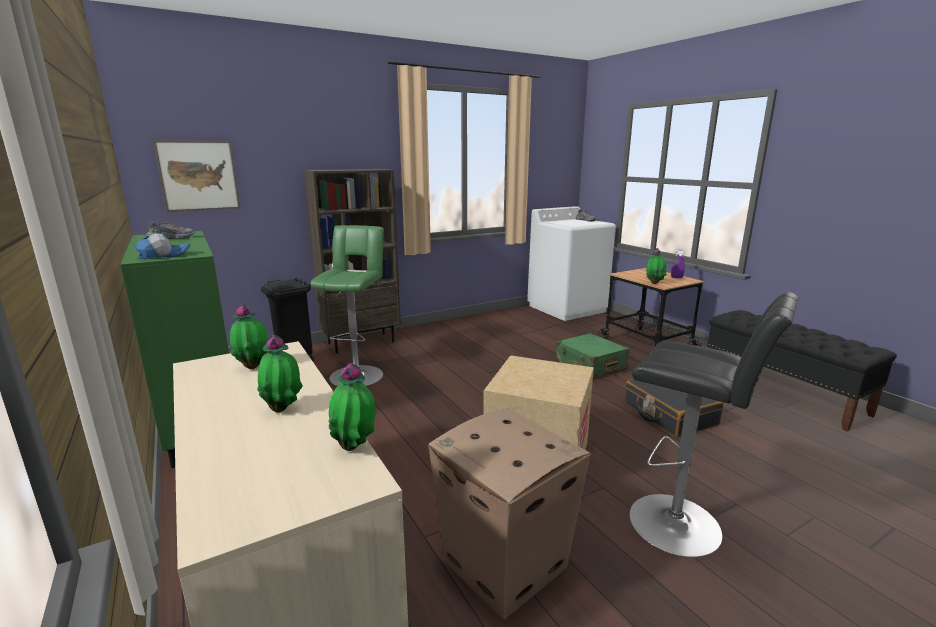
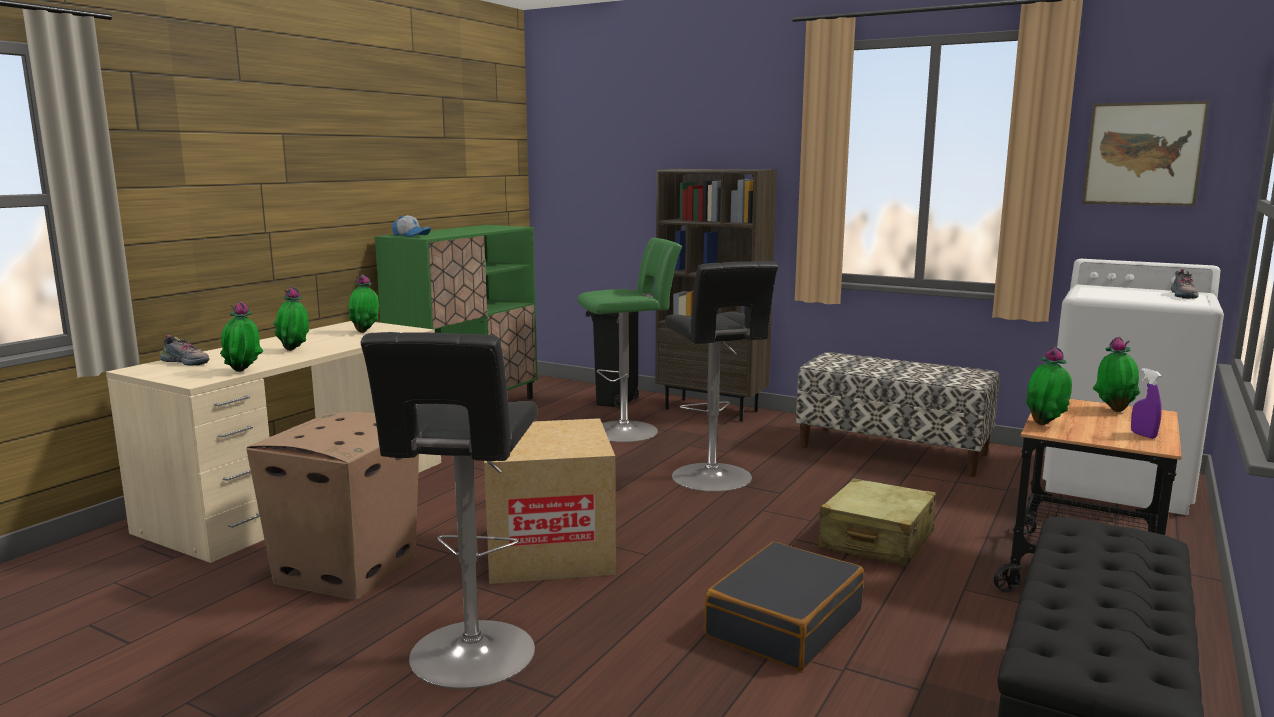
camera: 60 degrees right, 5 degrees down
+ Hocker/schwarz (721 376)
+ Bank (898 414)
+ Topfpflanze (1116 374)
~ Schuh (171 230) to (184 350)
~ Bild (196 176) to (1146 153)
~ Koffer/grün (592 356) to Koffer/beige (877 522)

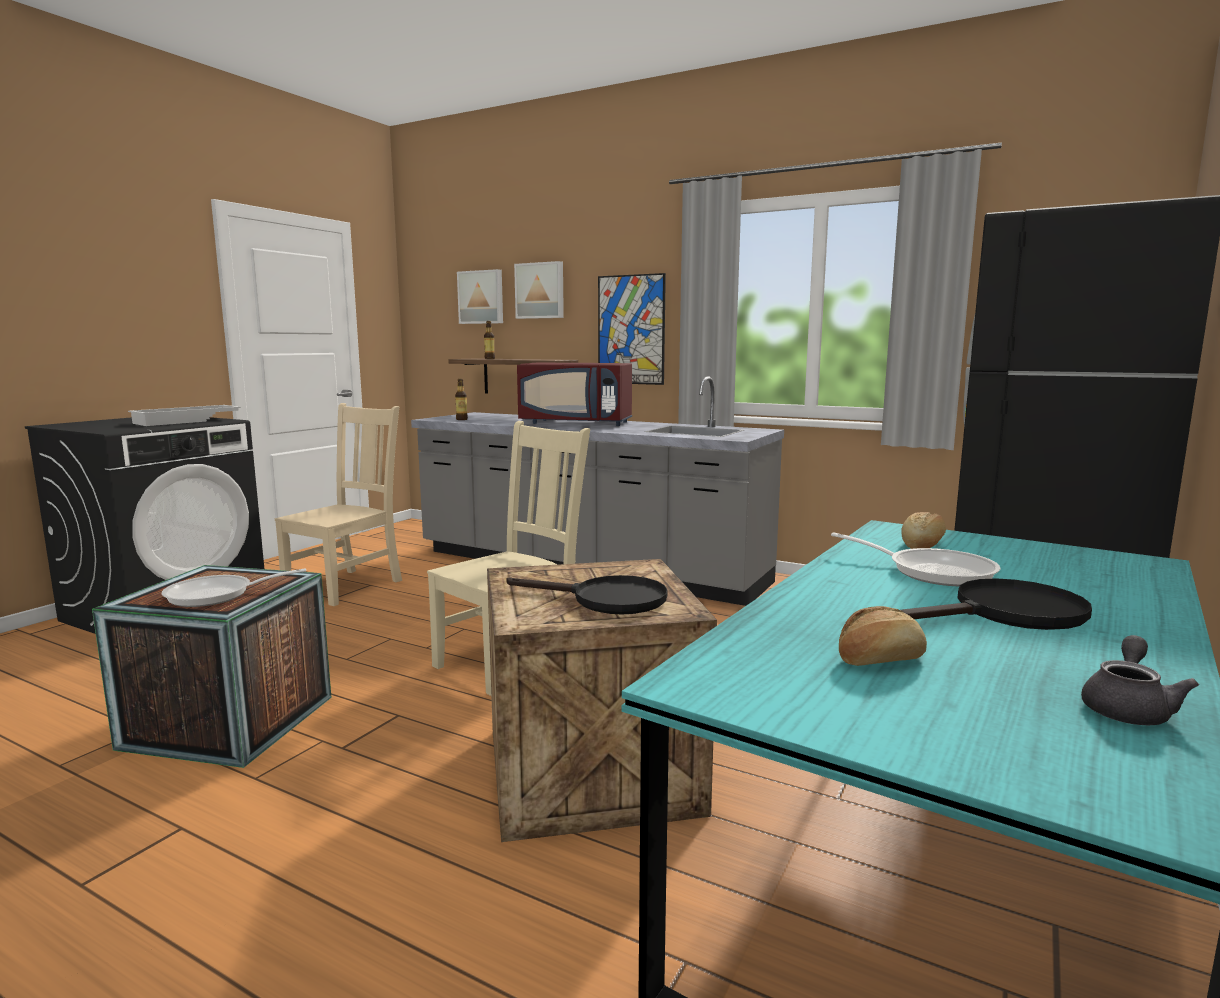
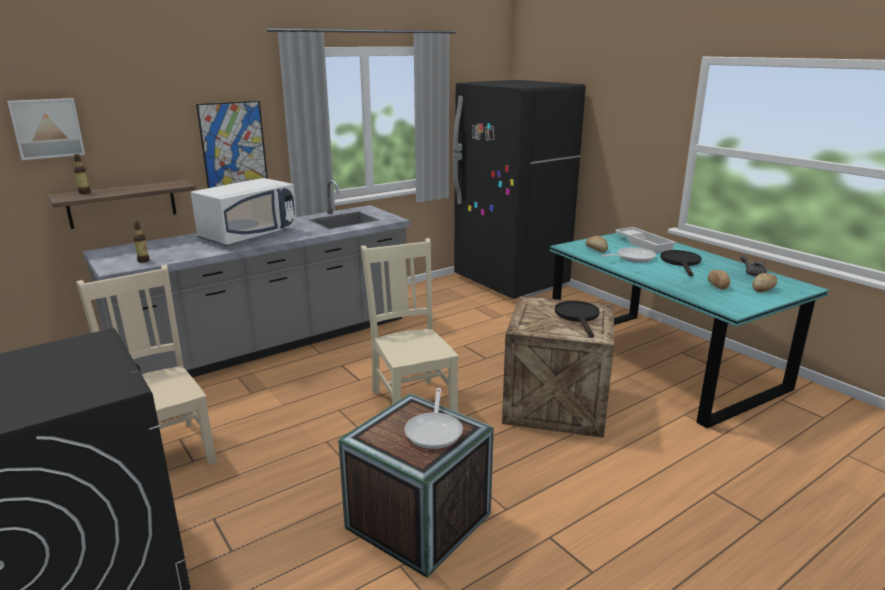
camera: 65 degrees left, 10 degrees up
- Bild (539 290)
+ Brot (764 282)
~ Tablett/weiß (184 415) to (645 240)
~ Mikrowelle/rot (574 394) to Mikrowelle/weiß (244 212)
~ Pfanne/schwarz (586 594) = (577 319) 45 degrees counterclockwise

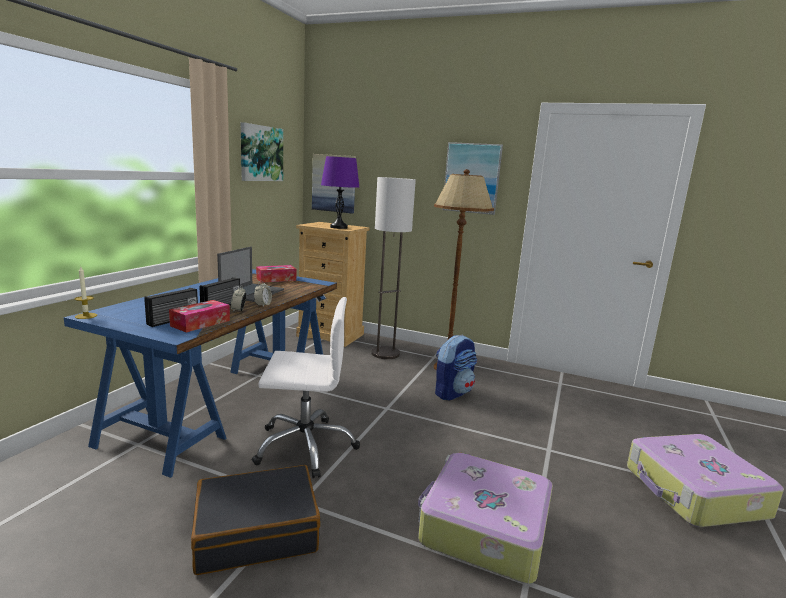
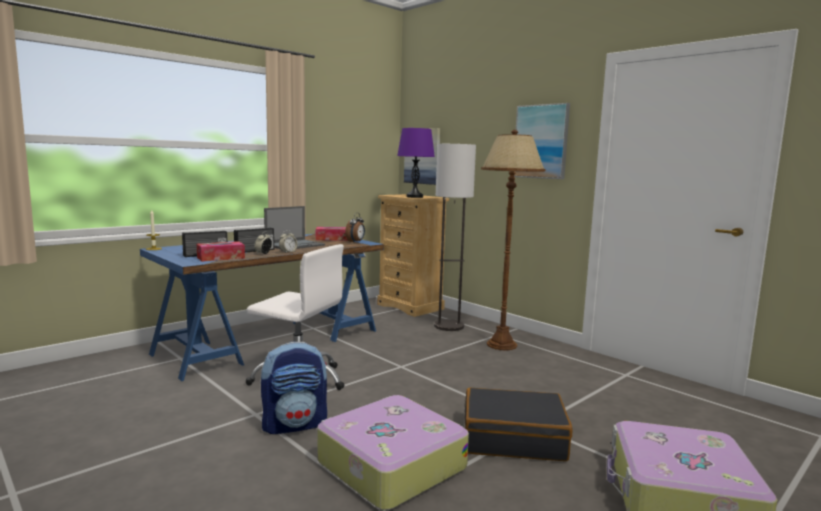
camera: 25 degrees right, 5 degrees down
- Bild (262 151)
+ Wecker (355 228)
~ Koffer/schwarz (255 520) to (519 424)
~ Rucksack (456 367) to (294 388)

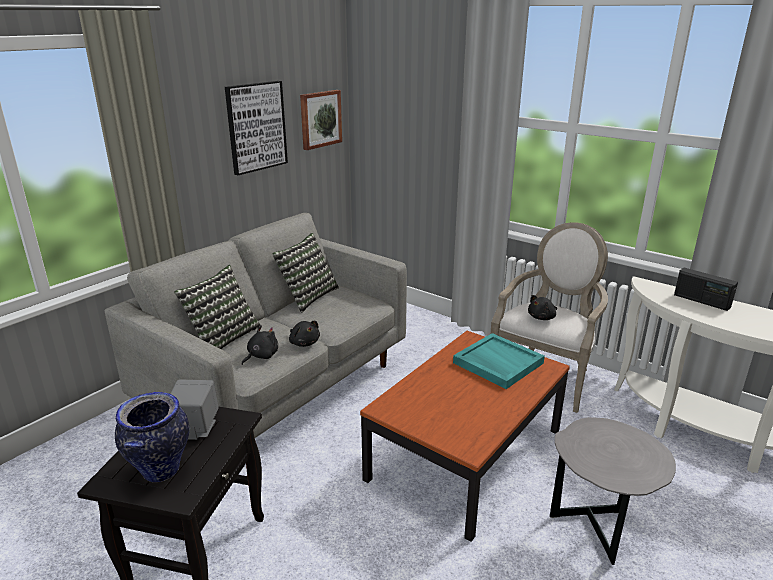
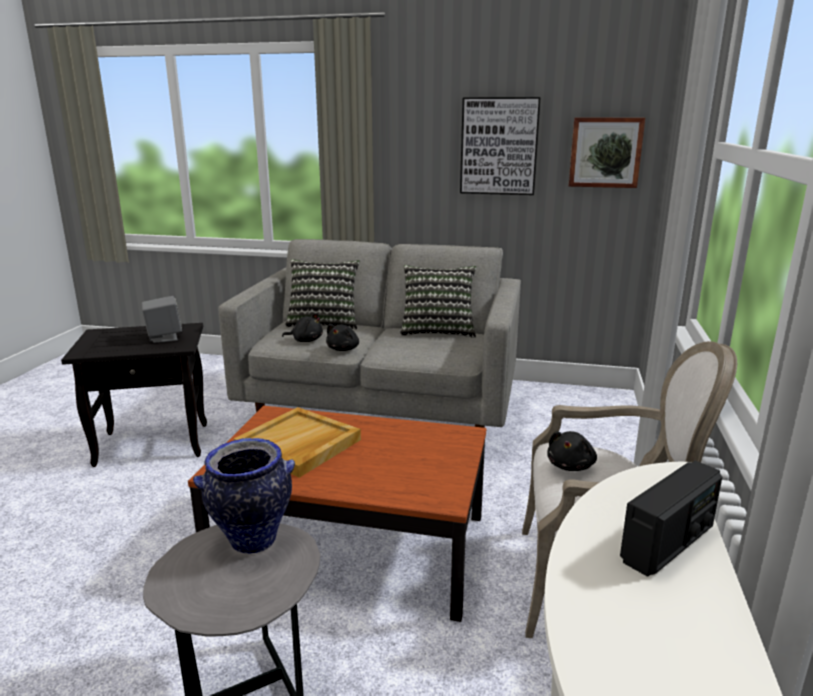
camera: 65 degrees right, 5 degrees down
- Tablett/türkis (499 361)
+ Tablett/beige (297 442)
~ Vase (152 437) to (244 496)
~ Plüschtier/schwarz (542 307) = (572 451) 90 degrees counterclockwise
~ Radio (706 289) = (671 519) 150 degrees counterclockwise

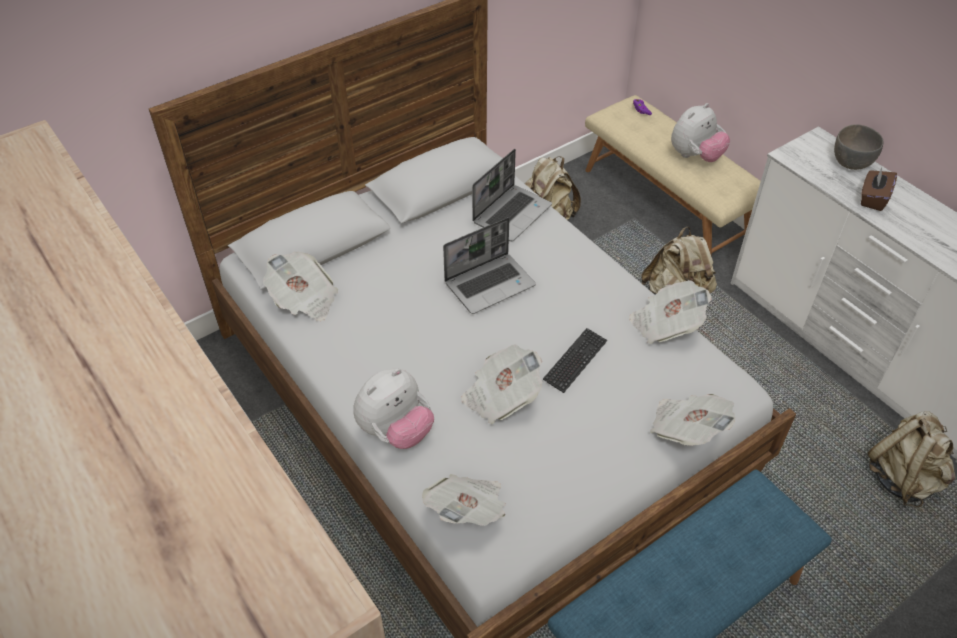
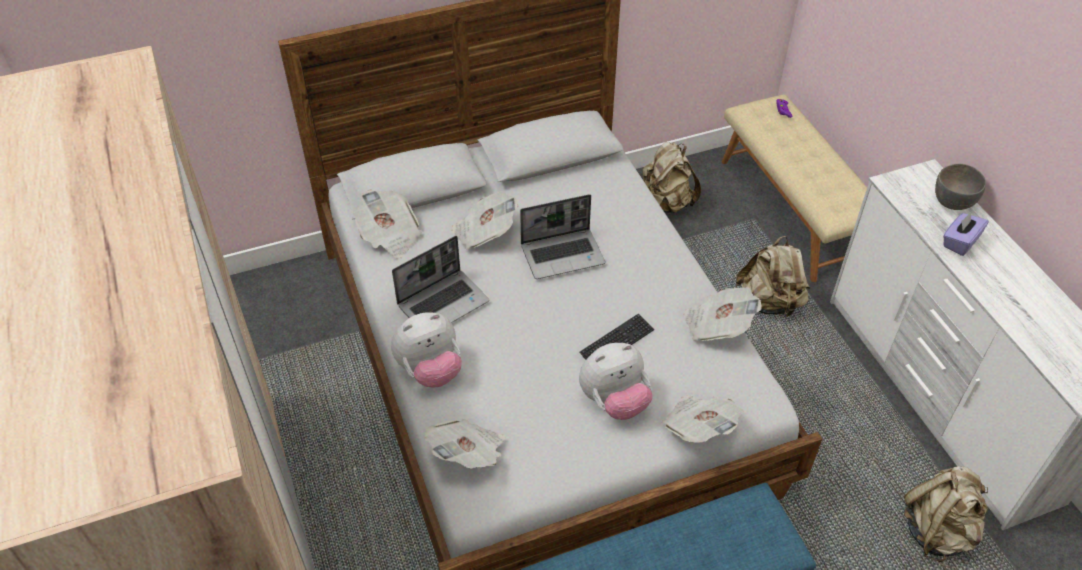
camera: 15 degrees right, 0 degrees up
~ Zeitung (502 384) to (484 220)
~ Laptop (512 195) to (440 279)
~ Plüschtier (700 132) to (615 381)
~ Taschentuchbox/braun (879 189) to Taschentuchbox/lila (966 234)

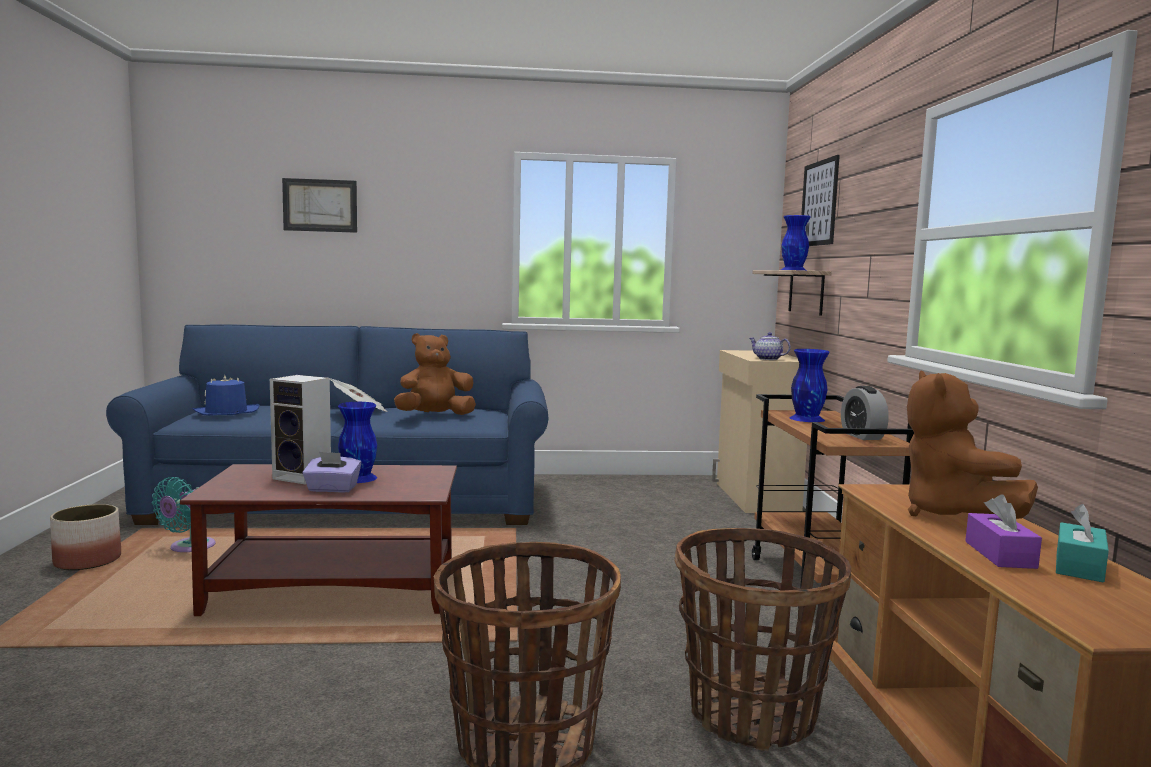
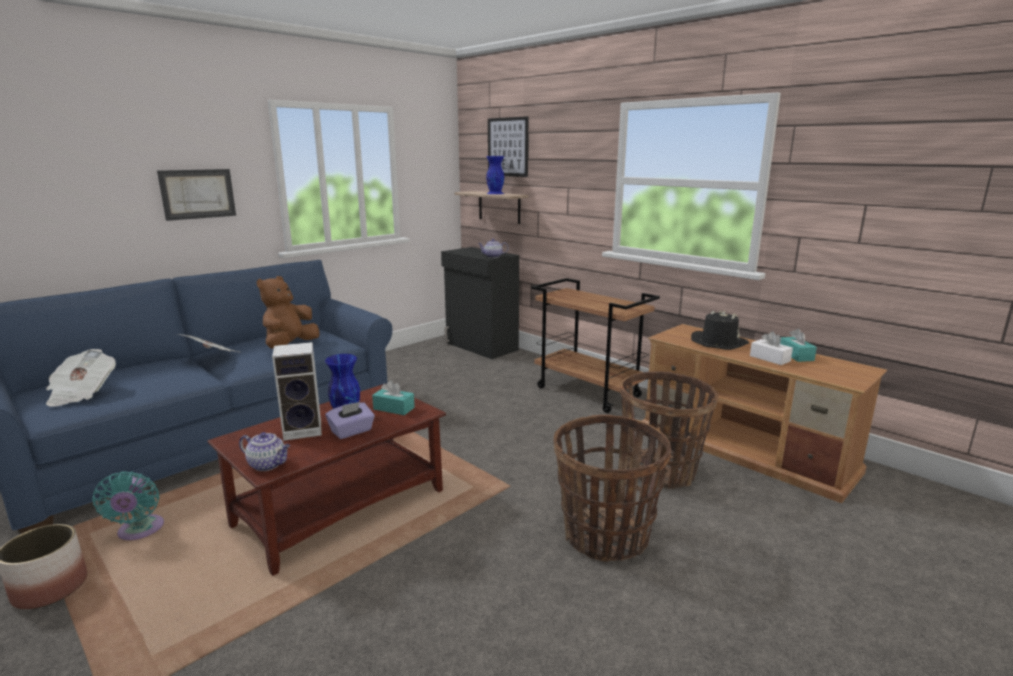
camera: 40 degrees left, 10 degrees up
- Vase/blau (810 385)
- Wecker (865 413)
+ Teekanne (264 451)
+ Taschentuchbox/türkis (393 397)
~ Bild (319 205) to (196 195)
~ Hut/blau (225 395) to Zeitung (81 378)
~ Plüschtier/braun (972 444) to Hut/schwarz (720 330)
~ Schrank/beige (759 431) to Schrank/schwarz (480 303)
~ Taschentuchbox/lila (1003 532) to Taschentuchbox/weiß (771 348)

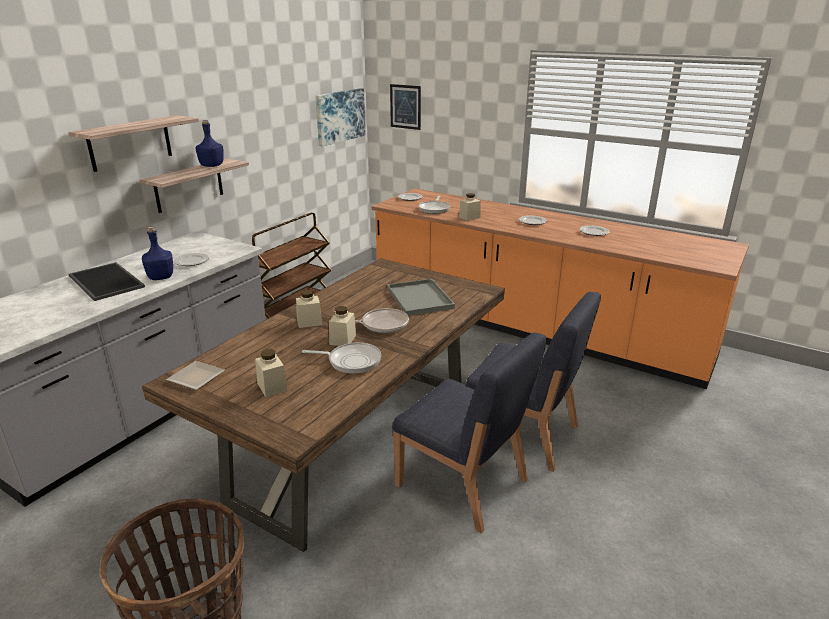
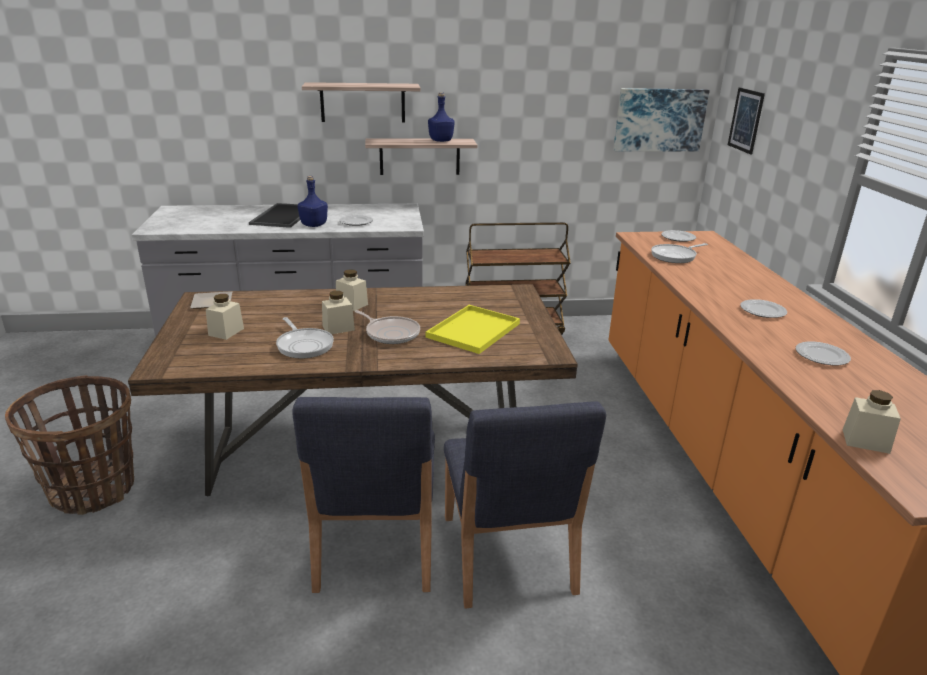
camera: 50 degrees right, 0 degrees up
~ Vorratsglas/beige (470 207) to (871 422)
~ Tablett/grau (421 297) to Tablett/gelb (473 329)

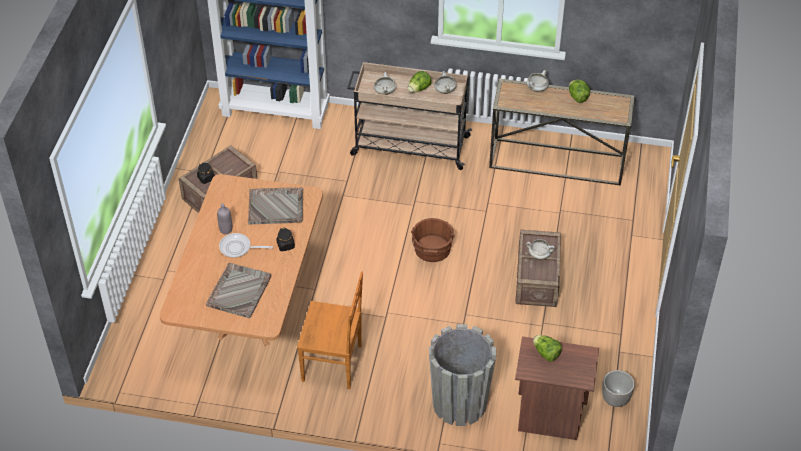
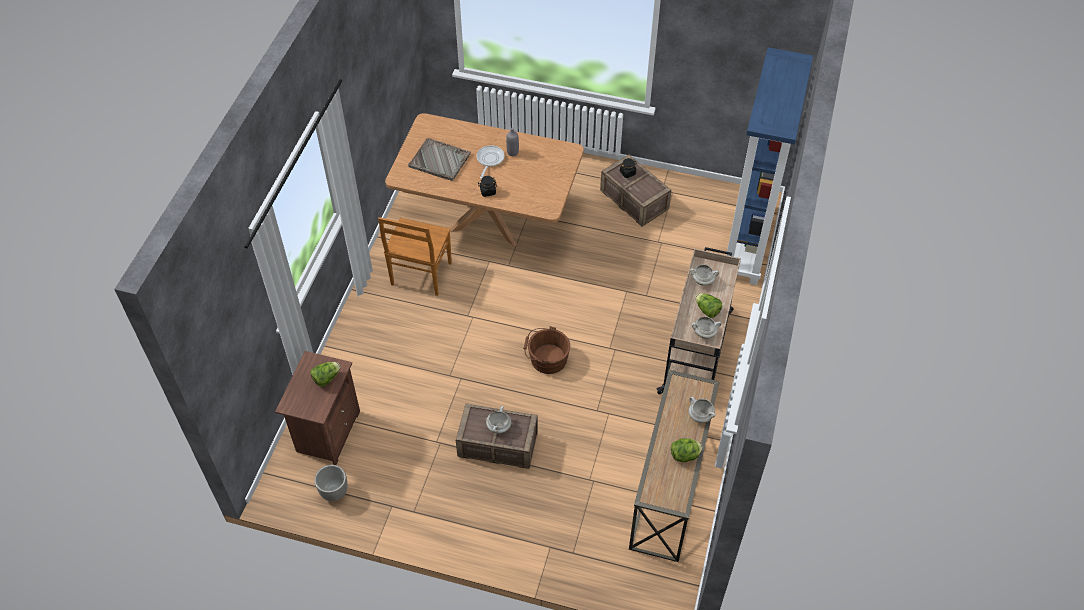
camera: 95 degrees right, 5 degrees up
- Tablett/grau (275 205)
- Pflanzkübel/grau (462 375)

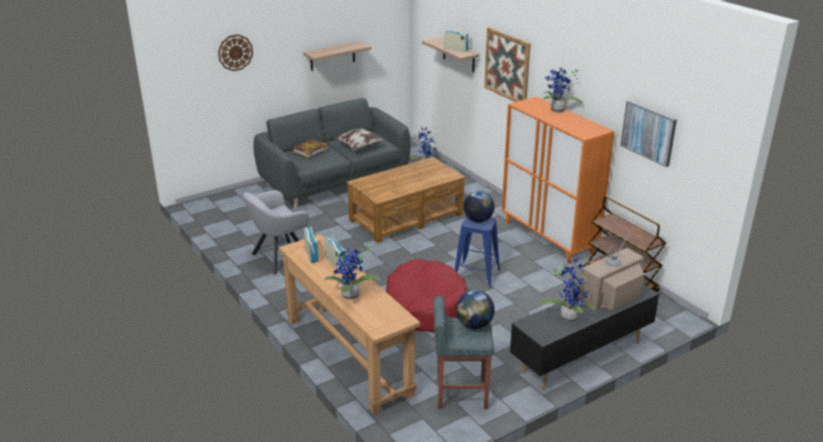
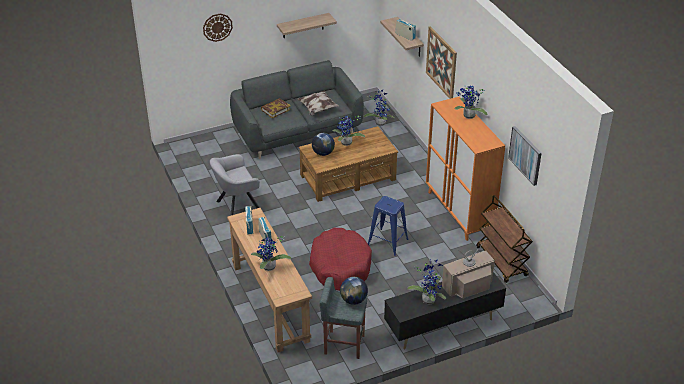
camera: 10 degrees right, 10 degrees up
+ Topfpflanze (349 131)
~ Globus (479 206) to (323 144)

